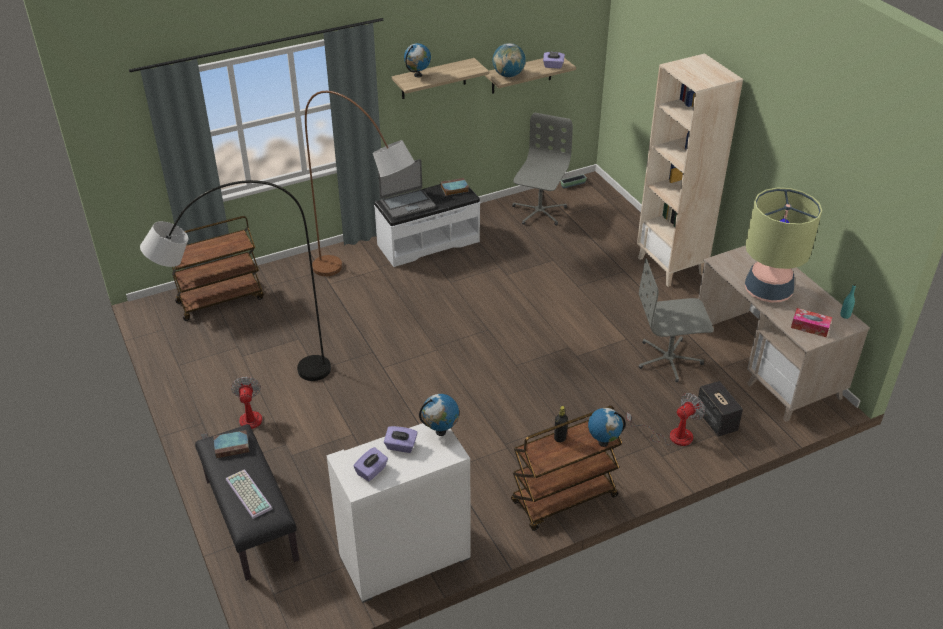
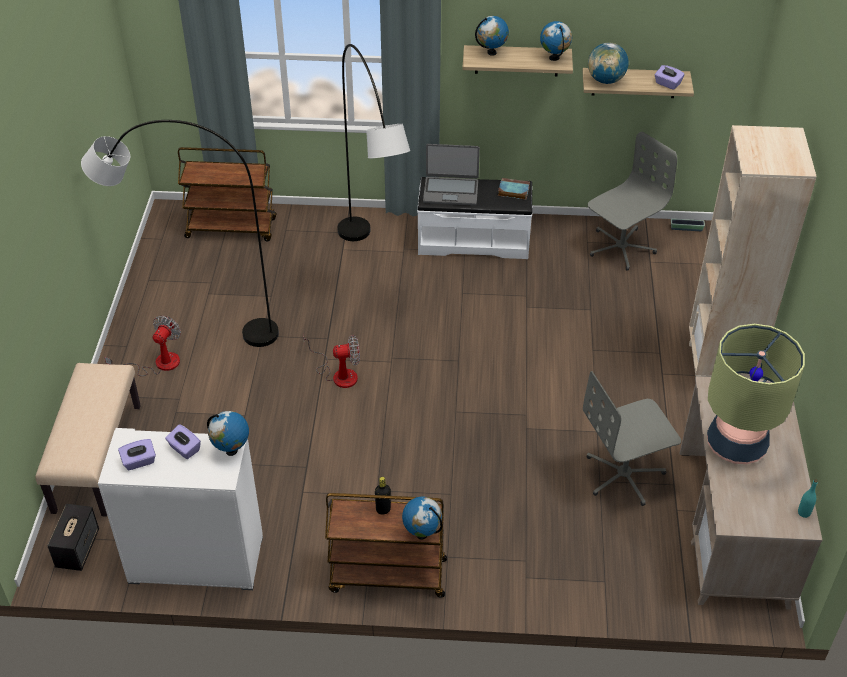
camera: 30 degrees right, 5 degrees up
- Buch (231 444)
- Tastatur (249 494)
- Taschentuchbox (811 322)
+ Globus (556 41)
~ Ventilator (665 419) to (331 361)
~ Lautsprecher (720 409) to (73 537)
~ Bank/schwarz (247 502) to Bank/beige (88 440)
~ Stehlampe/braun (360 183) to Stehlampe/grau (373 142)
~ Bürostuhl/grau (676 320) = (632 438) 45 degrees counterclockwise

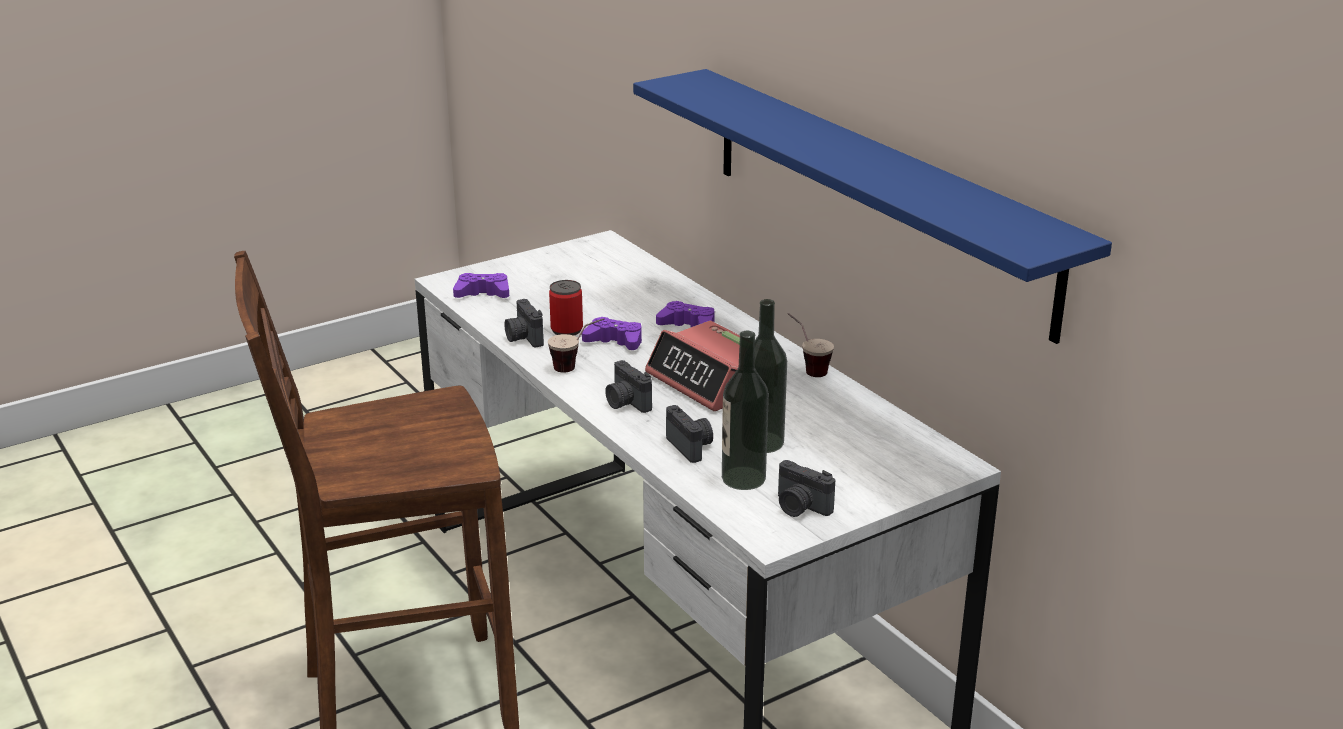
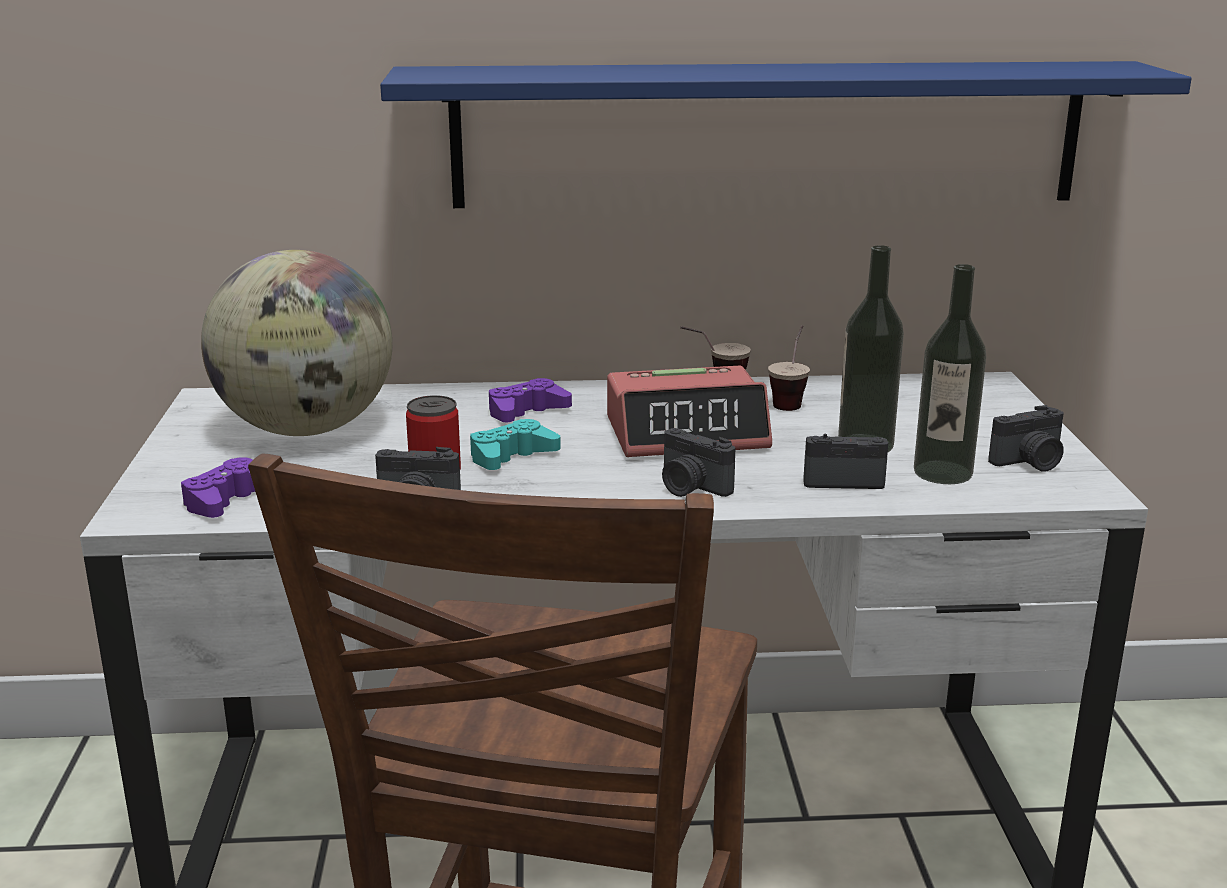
camera: 60 degrees left, 5 degrees down
+ Globus (296 343)
~ Tasse (576 345) to (789 368)
~ Gamepad/lila (612 333) to Gamepad/türkis (515 444)
~ Kamera (628 386) = (699 462) 45 degrees clockwise

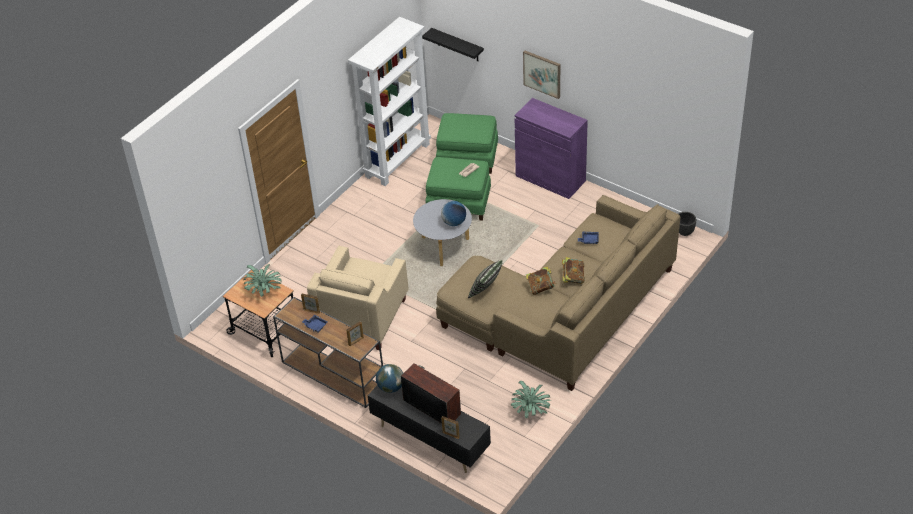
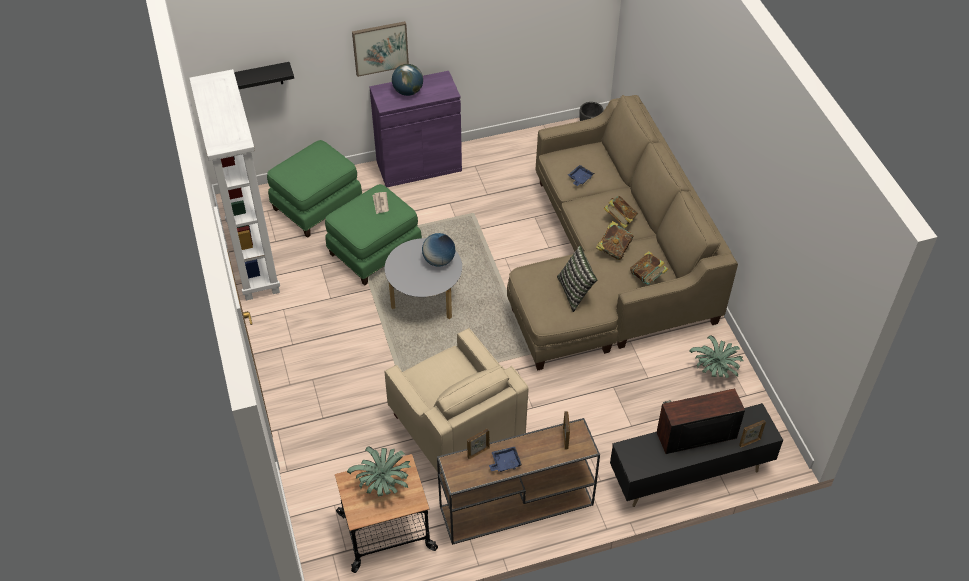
camera: 55 degrees left, 5 degrees up
+ Buch (649 268)
~ Globus (389 378) to (407 80)

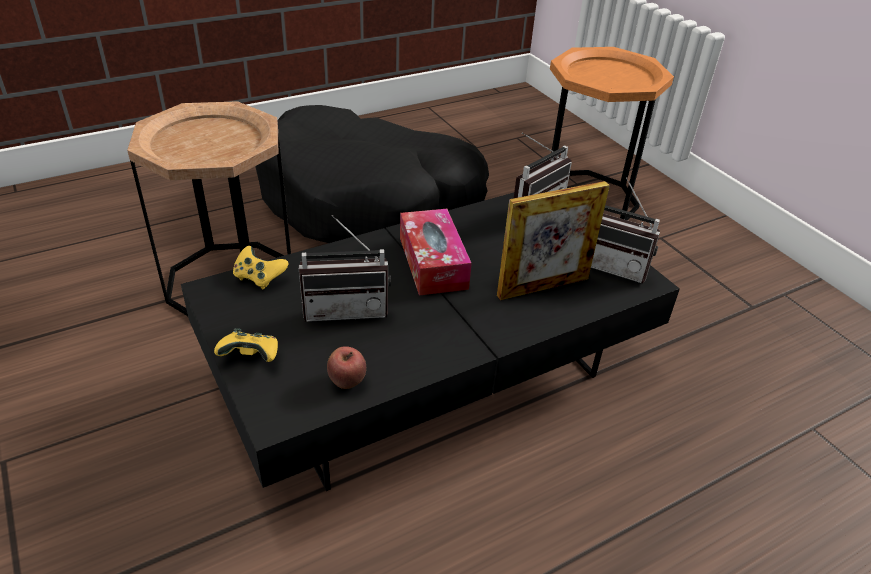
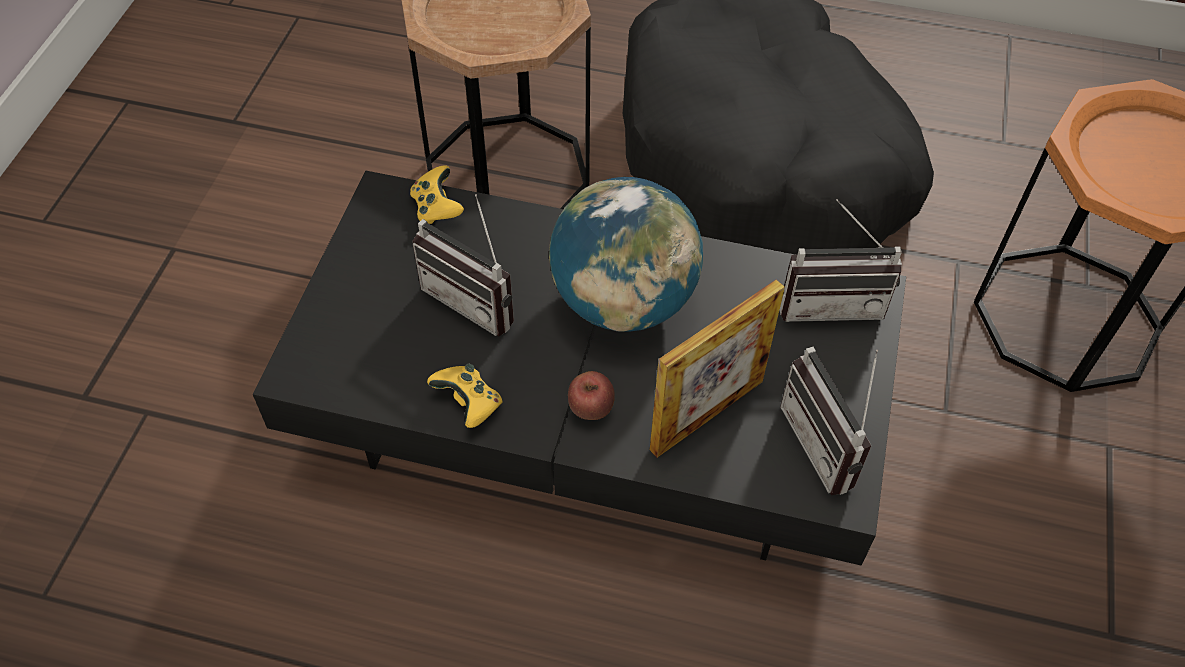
camera: 45 degrees right, 15 degrees up
~ Gamepad/gelb (246 345) to (465 396)
~ Apfel (346 367) to (591 395)
~ Taschentuchbox (436 252) to Globus (626 254)
~ Bilderrahmen (553 240) = (717 368) 60 degrees counterclockwise

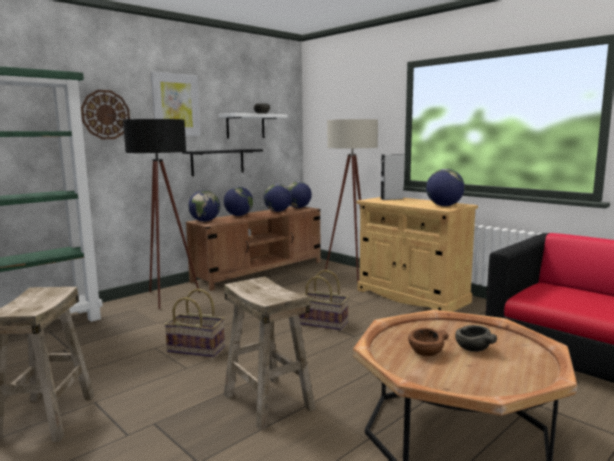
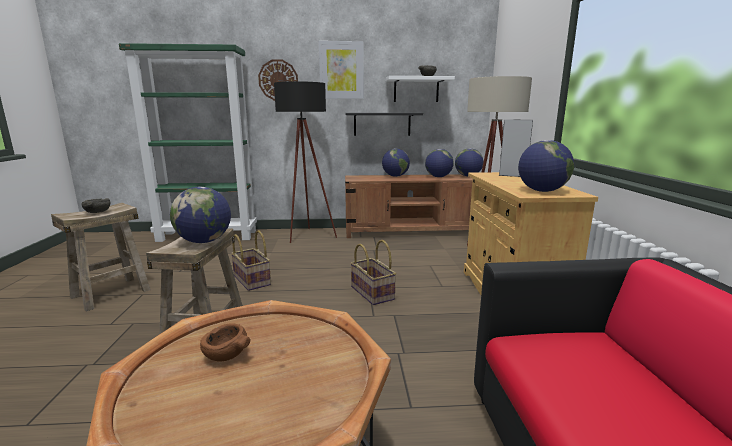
camera: 40 degrees right, 5 degrees up
~ Globus (204 206) to (200 215)
~ Schüssel/grau (476 338) to (96 205)

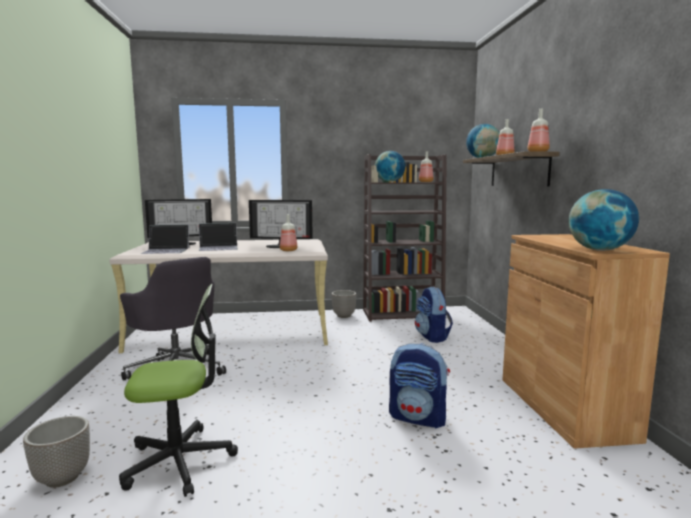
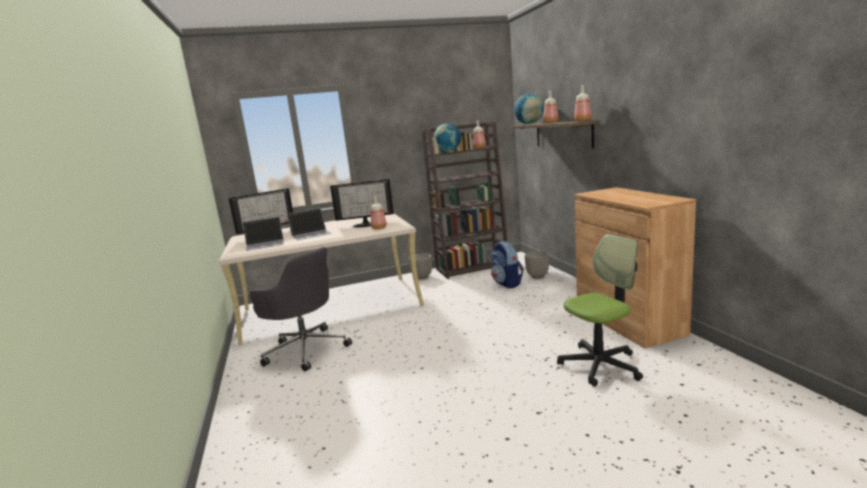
camera: 10 degrees left, 5 degrees up
- Rucksack (419 386)
- Globus (603 220)
~ Pflanzkübel (56 452) to (537 265)
~ Bürostuhl (178 390) to (600 310)

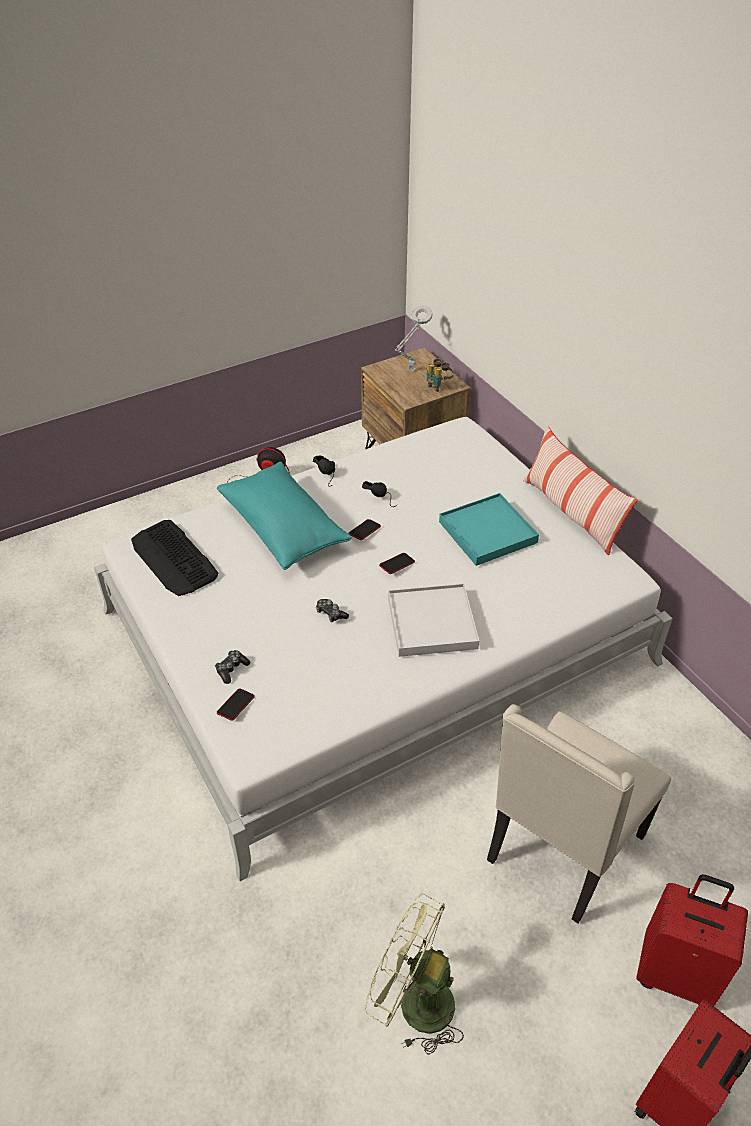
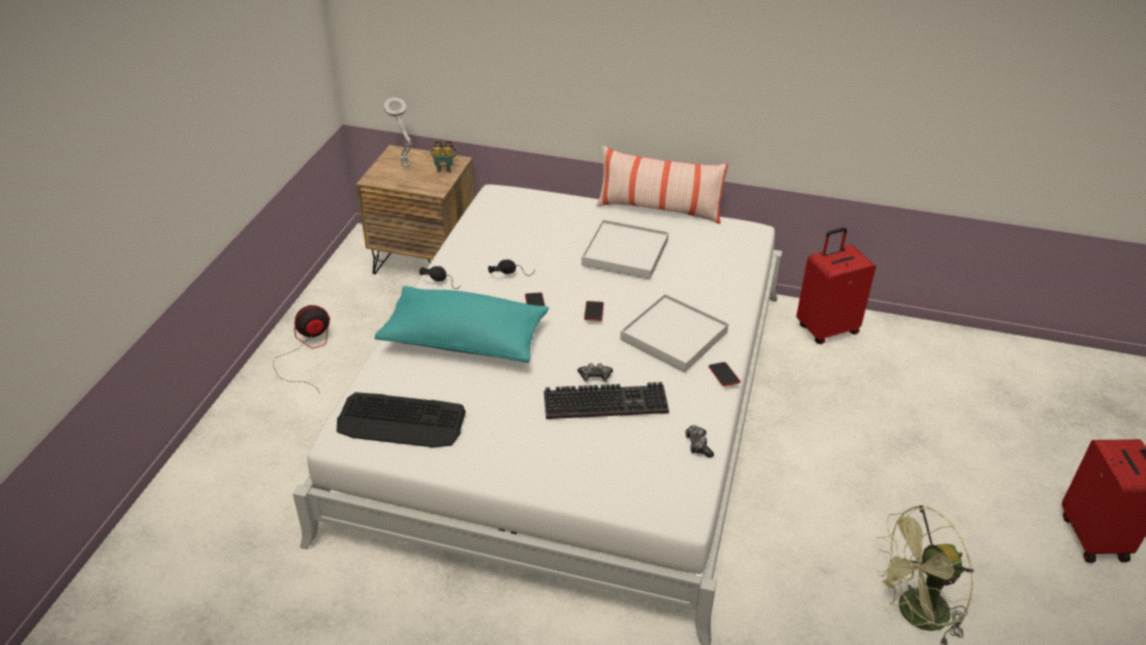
camera: 45 degrees left, 5 degrees down
- Stuhl/beige (579 814)
+ Tastatur (606 400)
~ Gamepad (232 667) to (699 441)
~ Handy (236 704) to (724 374)
~ Koffer/rot (692 940) to (836 285)
~ Tablett/türkis (489 529) to Tablett/weiß (625 249)

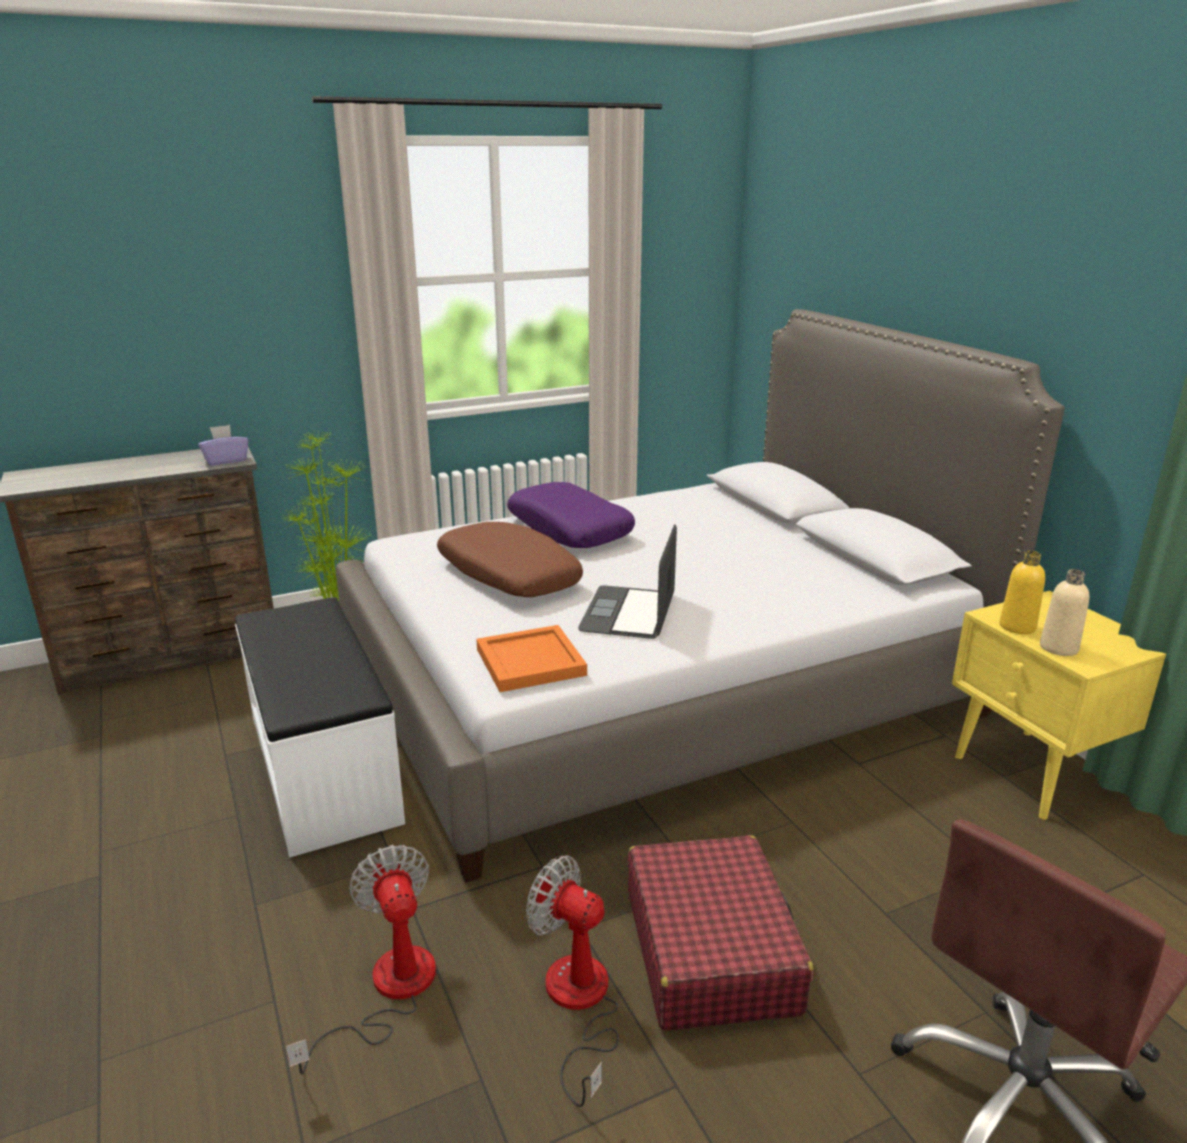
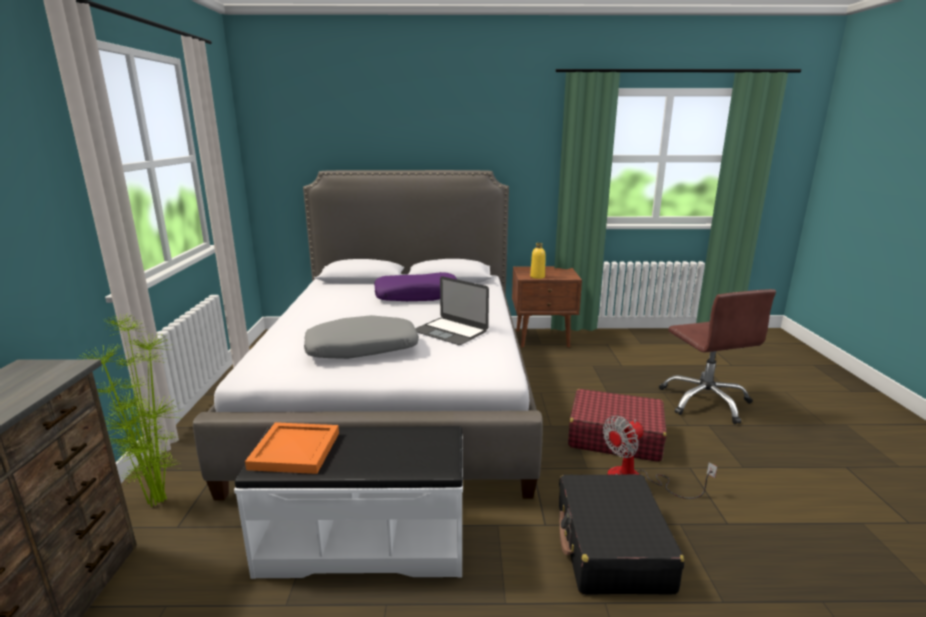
camera: 65 degrees left, 5 degrees down
- Taschentuchbox/lila (223 445)
- Flasche/beige (1064 612)
~ Tablett/orange (531 658) to (292 448)
~ Kissen/lila (571 515) to (415 286)
~ Ventilator (361 960) to Koffer/schwarz (621 534)
~ Kissen/braun (510 559) to Kissen/grau (361 337)
~ Nachttisch/gelb (1059 705) to Nachttisch/braun (547 307)

